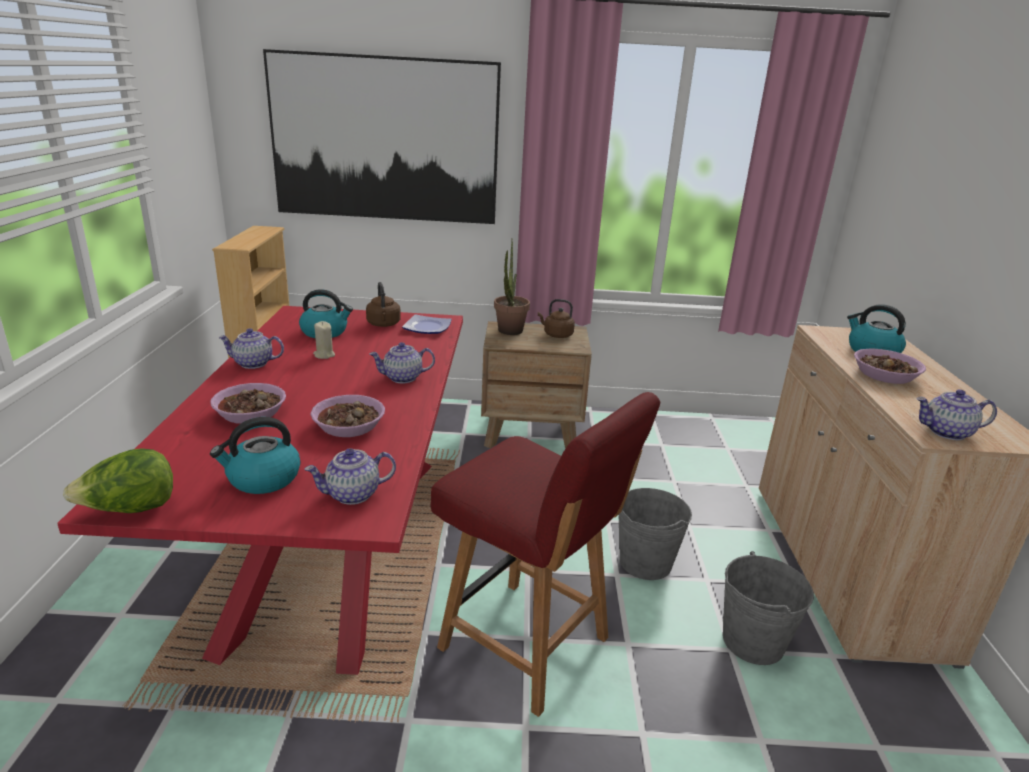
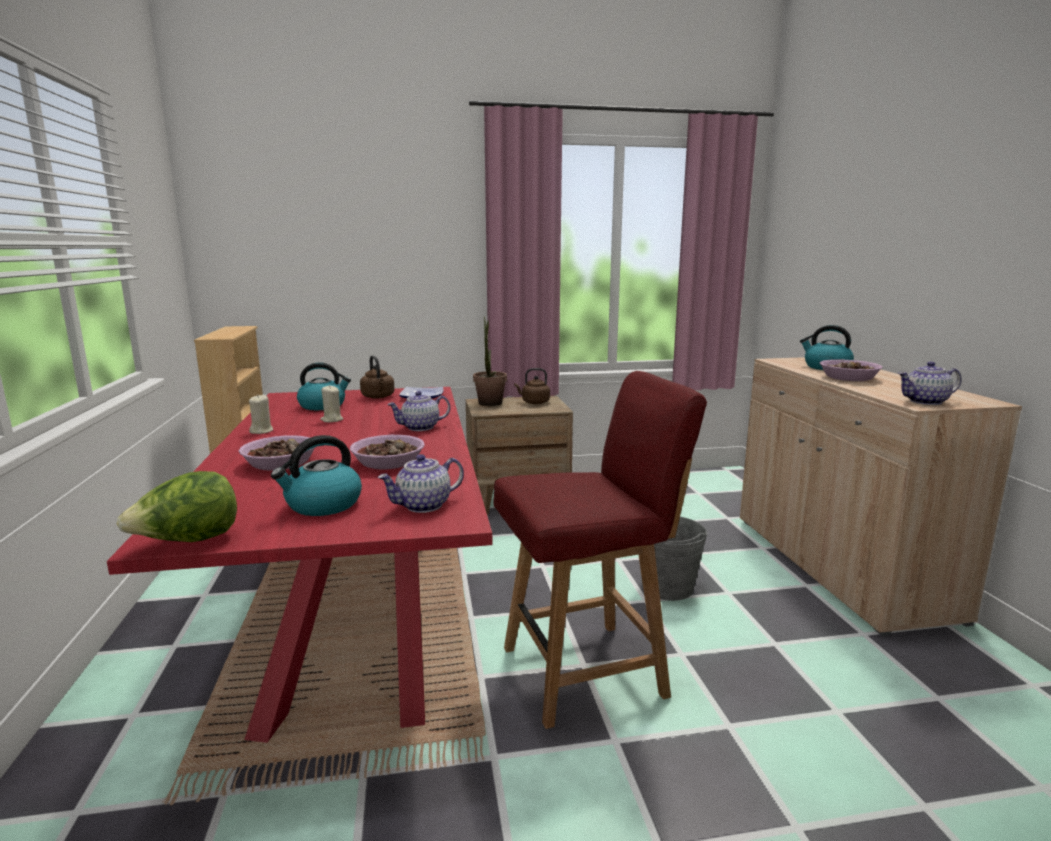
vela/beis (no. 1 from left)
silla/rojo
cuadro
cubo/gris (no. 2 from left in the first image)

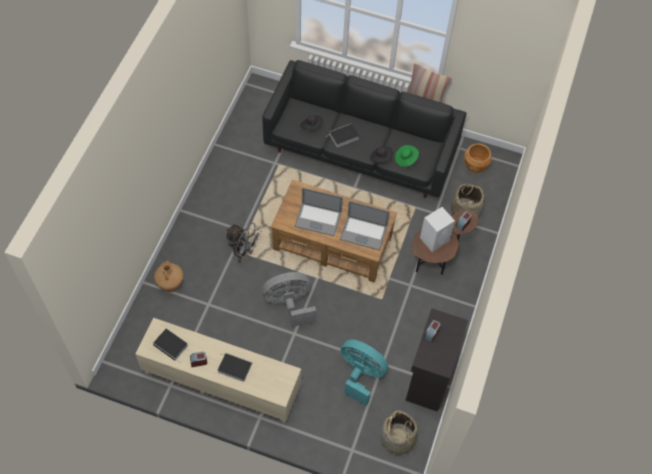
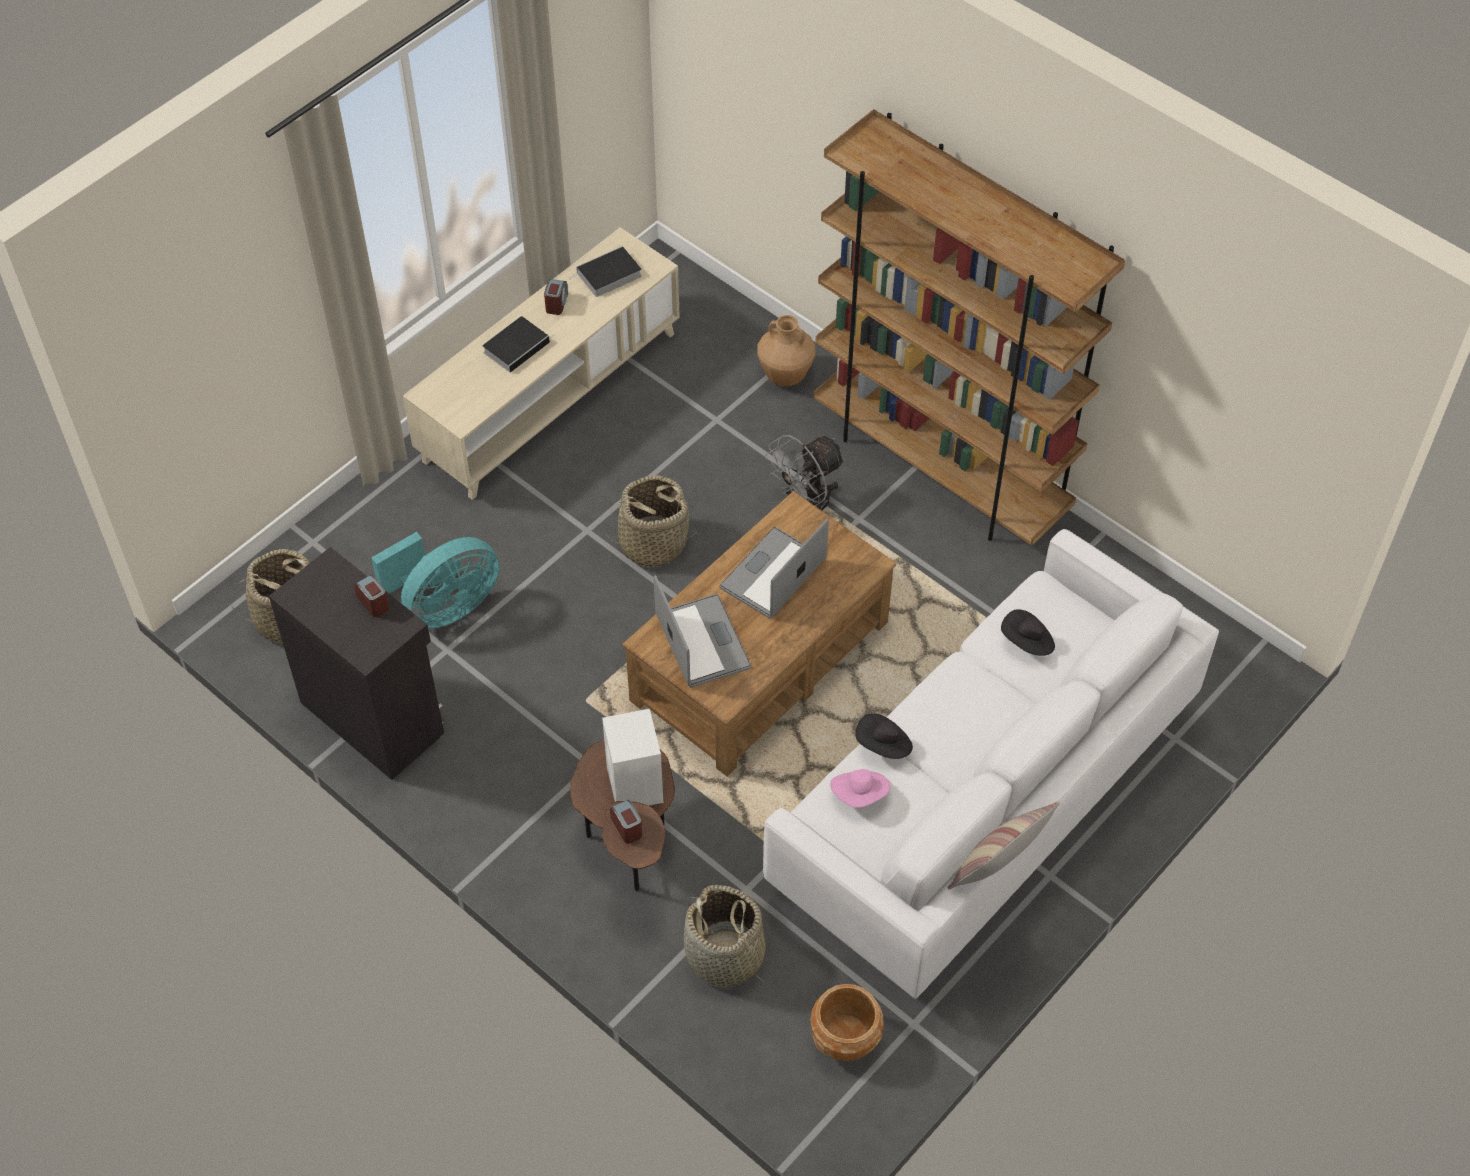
cesta (no. 2 from left)
portátil (no. 1 from left)
sofá/blanco
estantería/marrón
sombrero/rosa
libro (no. 3 from left in the first image)

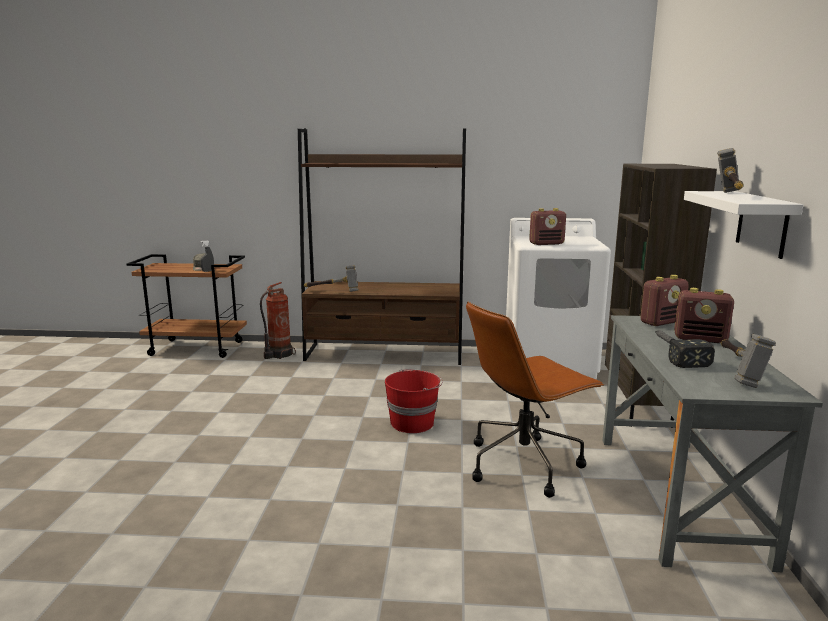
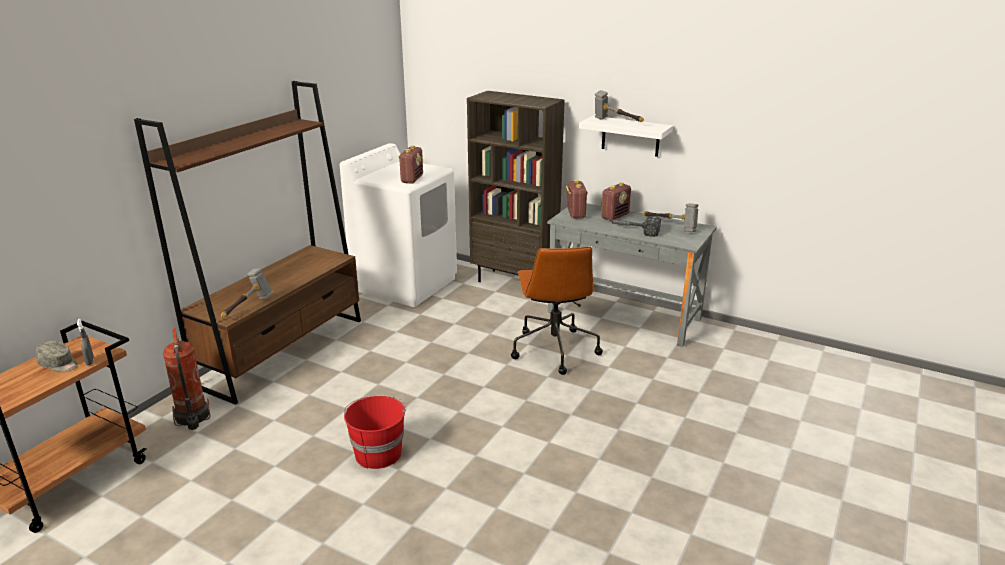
cubo/rojo

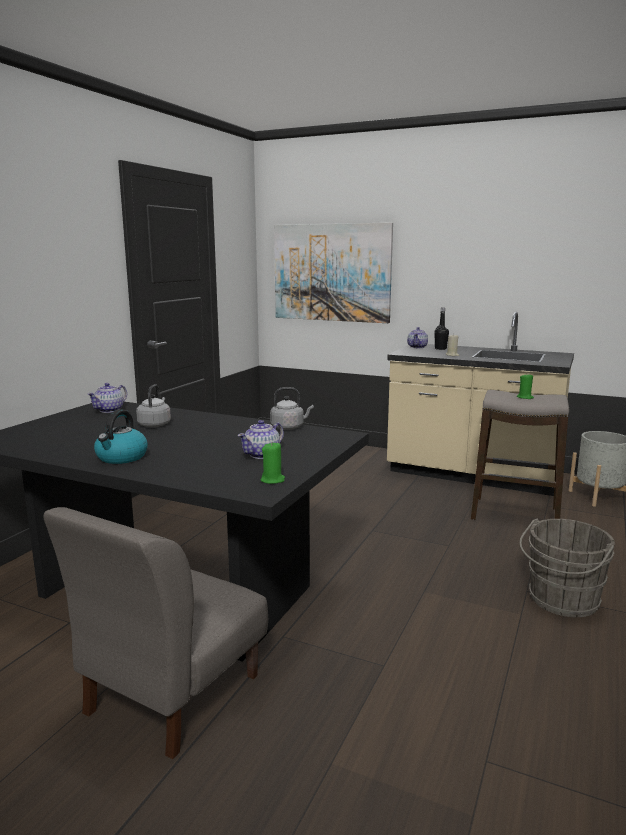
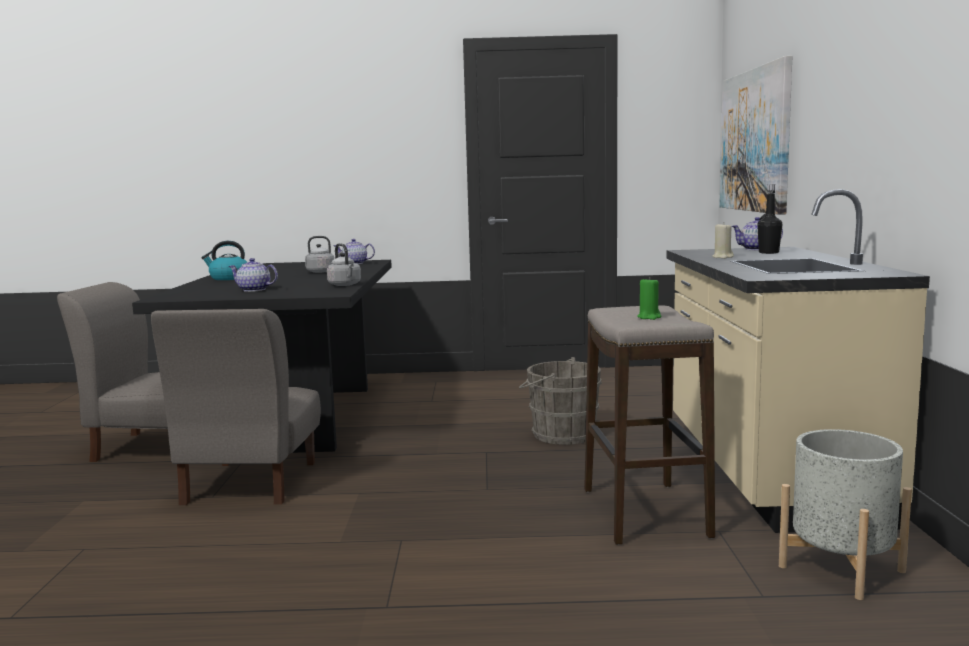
silla/gris (no. 2 from left)
cubo/gris
vela/verde (no. 1 from left in the first image)

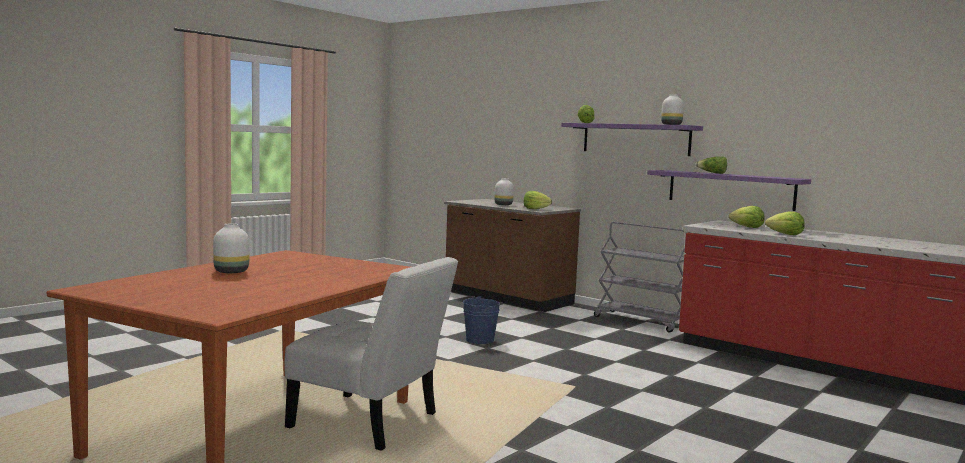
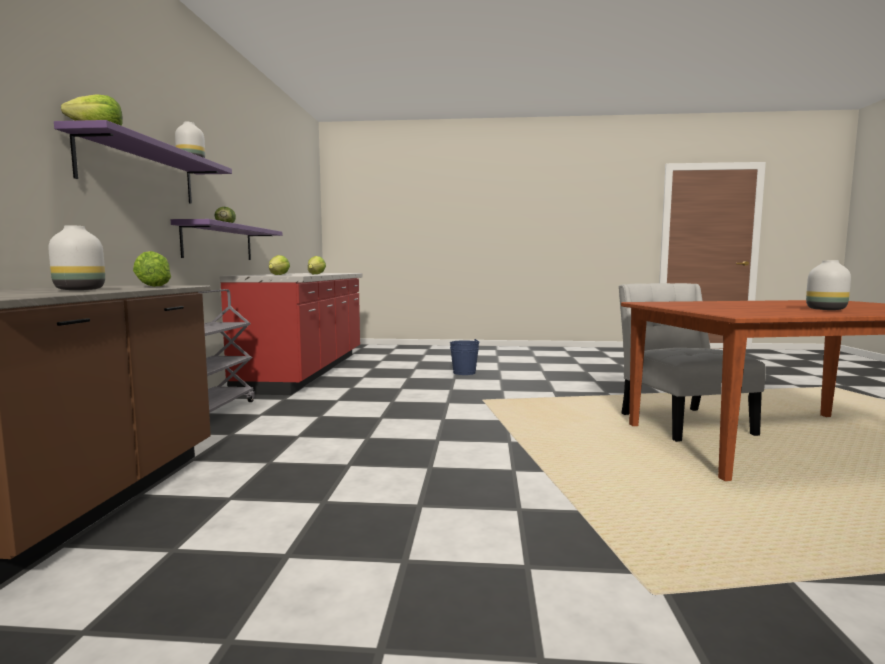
cubo/azul

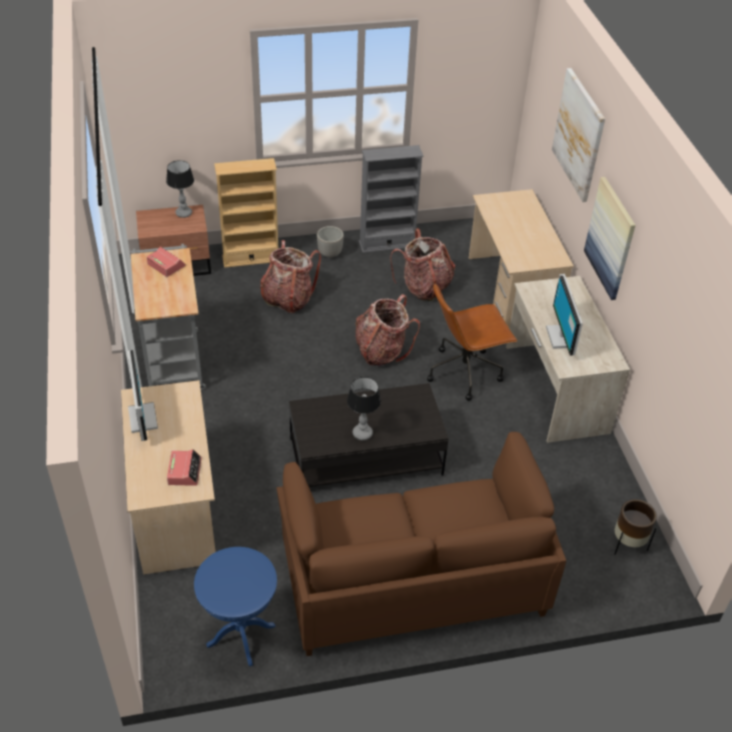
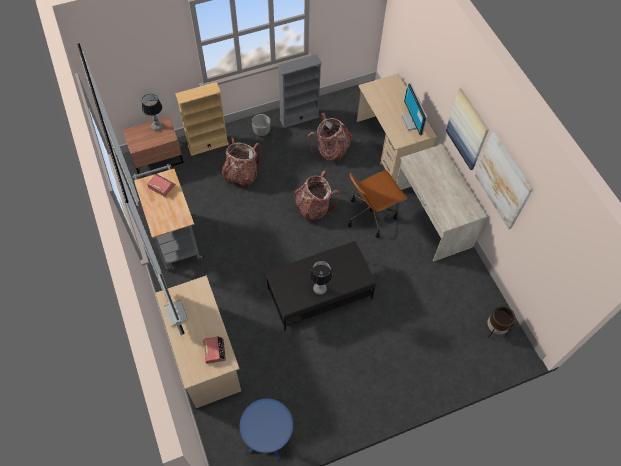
monitor (no. 2 from left)
cuadro (no. 2 from left)
sofá/marrón

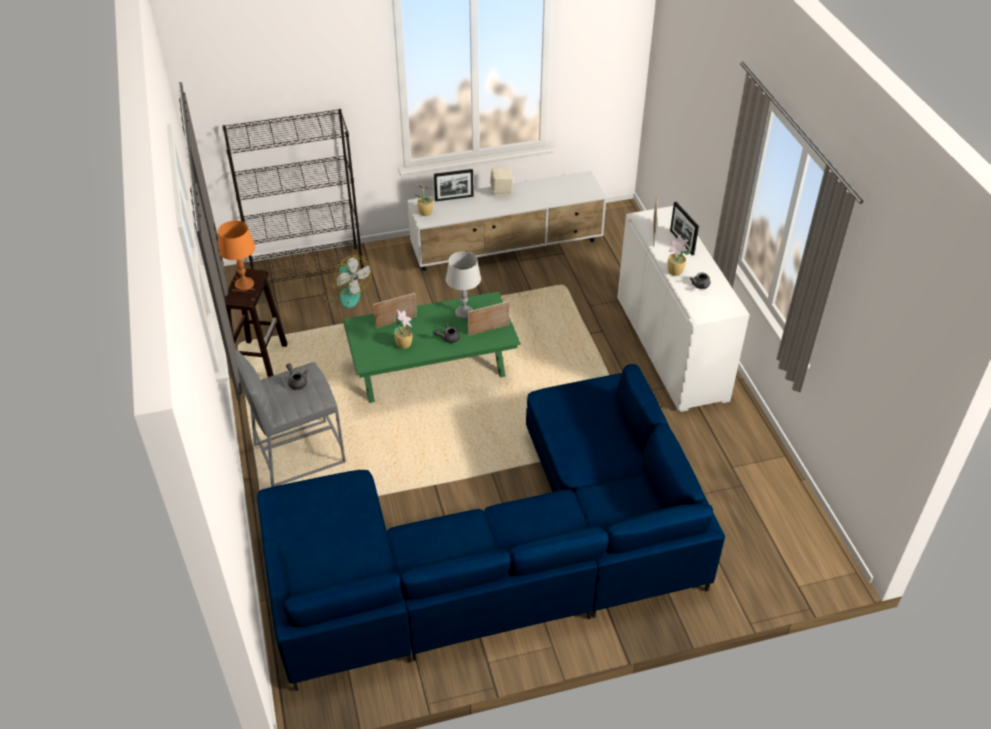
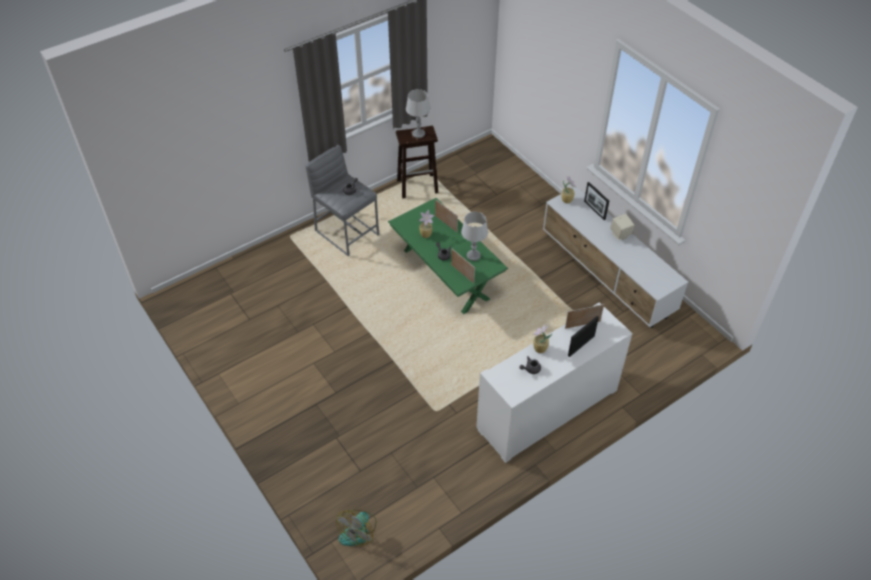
ventilador
lámpara de mesa/gris (no. 1 from left)
estantería/negro
sofá/azul

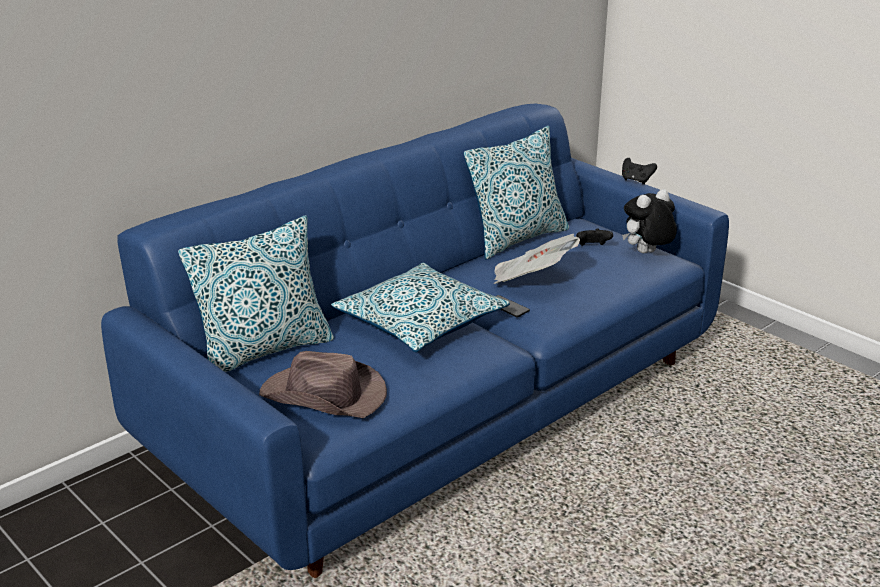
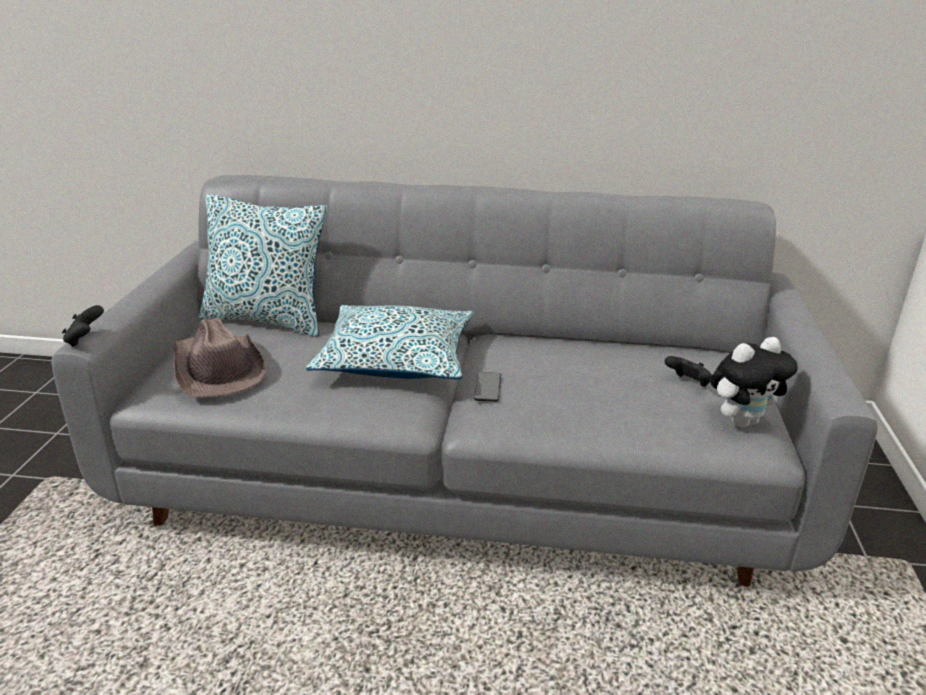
sofá/gris
mando de consola/negro (no. 1 from left)
peluche
cojín (no. 3 from left in the first image)
periódico

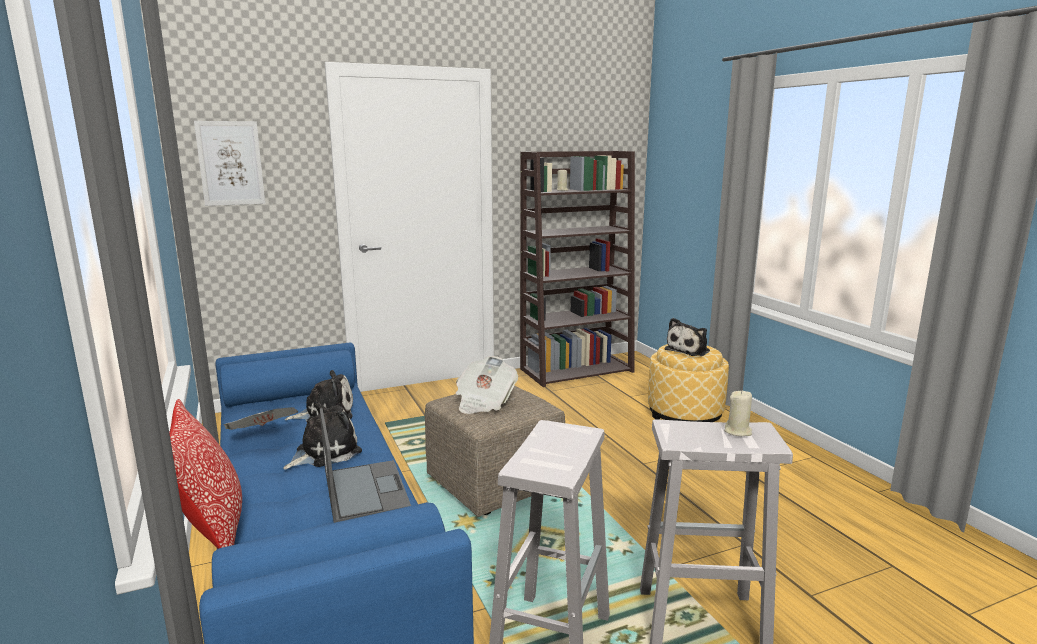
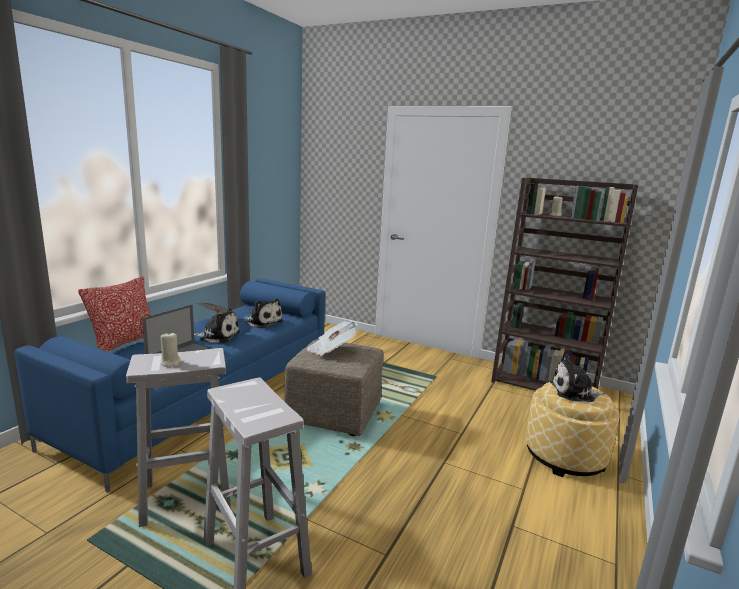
vela/beis (no. 1 from left)
cuadro

